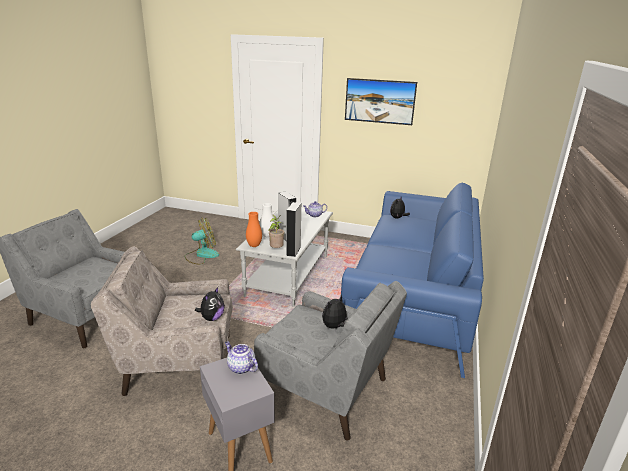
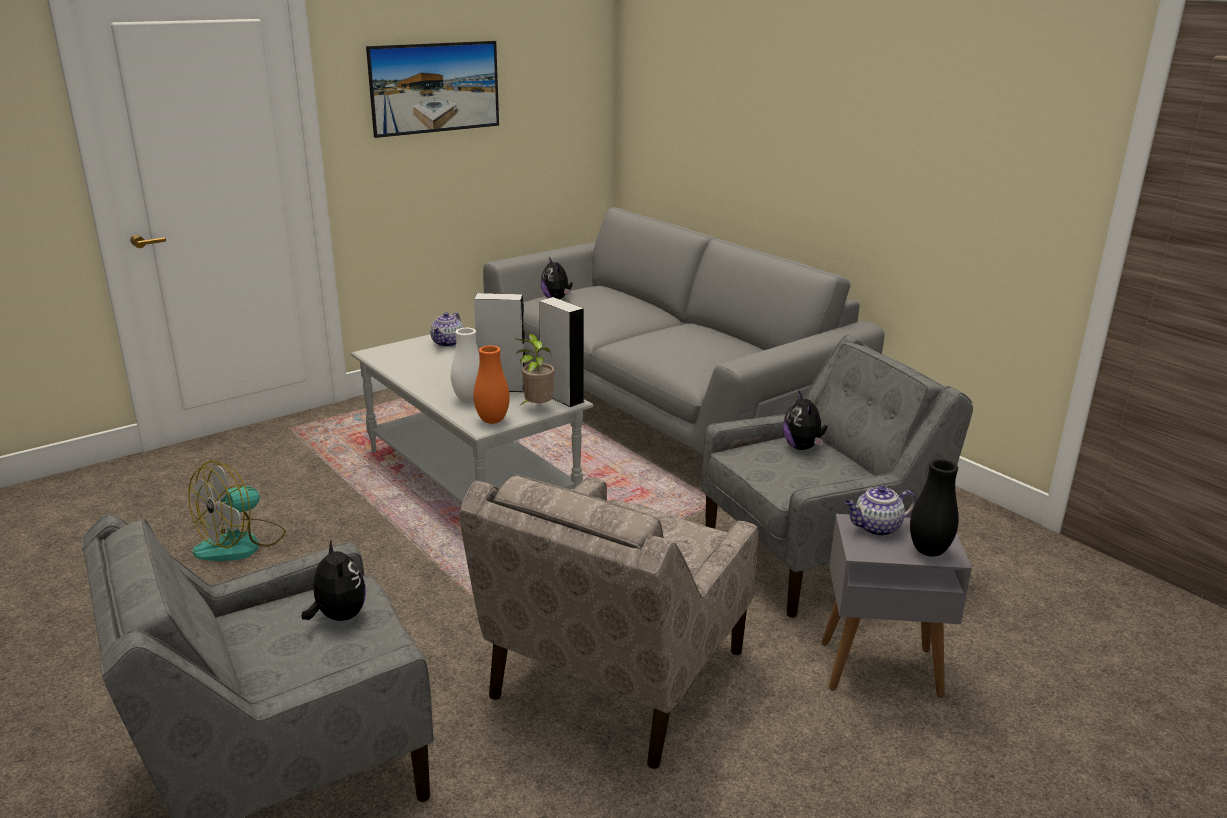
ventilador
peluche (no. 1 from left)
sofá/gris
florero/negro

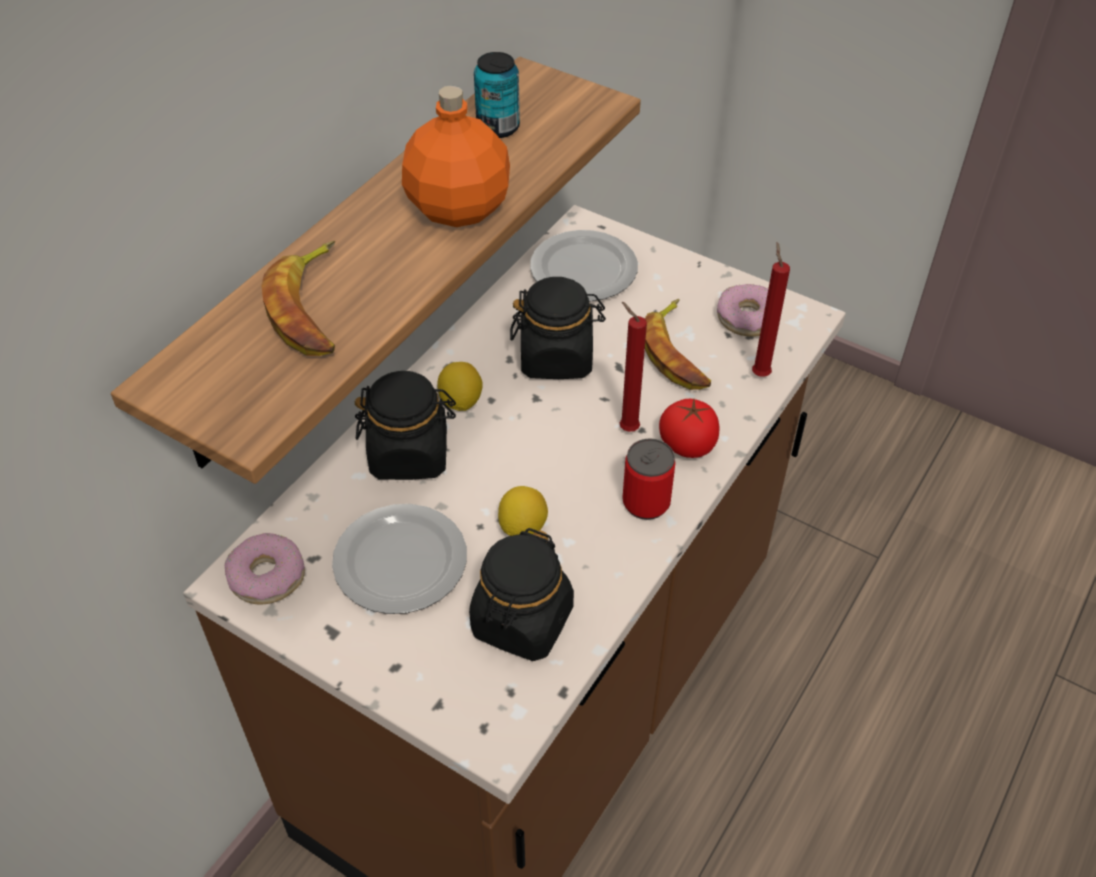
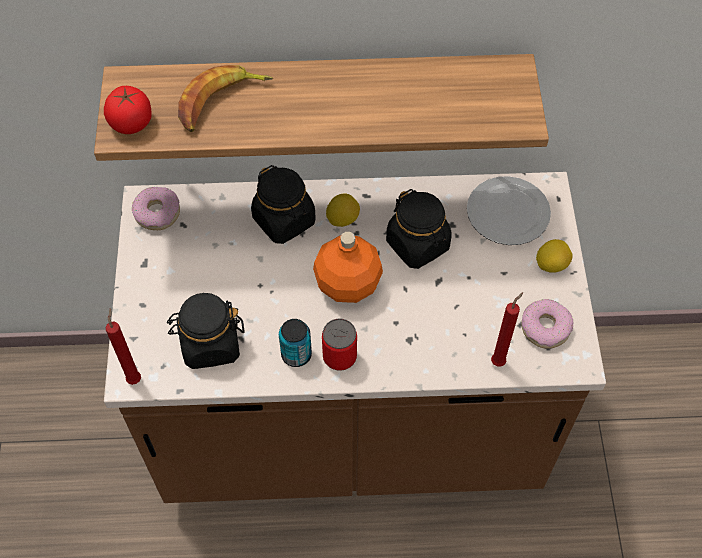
tomate
vela/rojo (no. 1 from left)
lata (no. 1 from left)
botella/naranja
limón (no. 2 from left)
plato (no. 1 from left in the first image)
plátano (no. 2 from left in the first image)

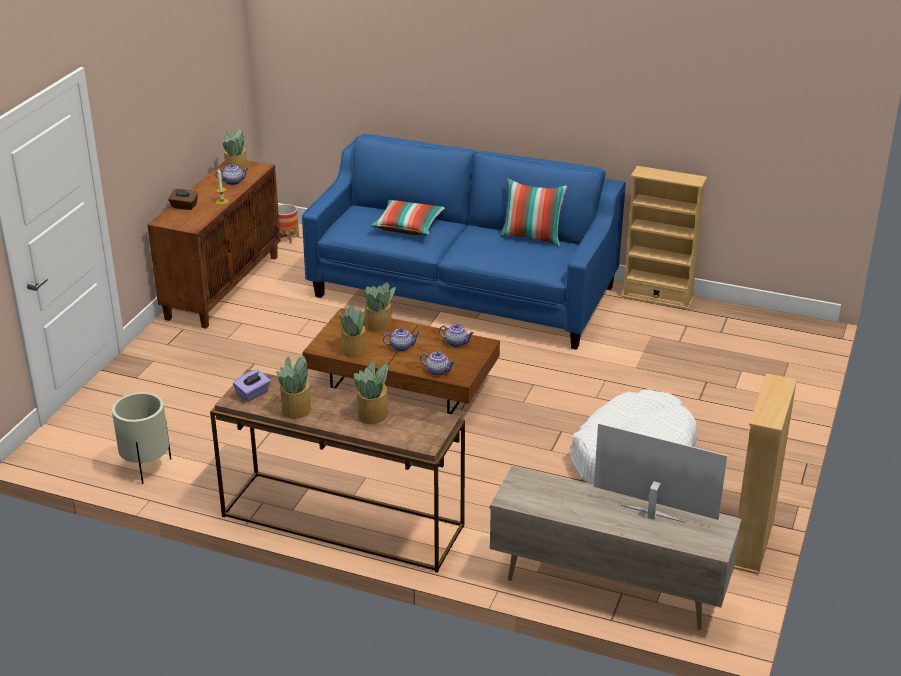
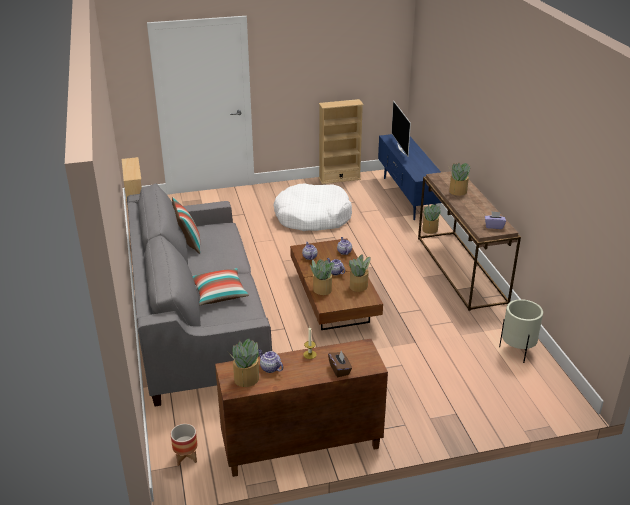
sofá/gris
mueble de televisión/azul
planta en maceta (no. 4 from left)

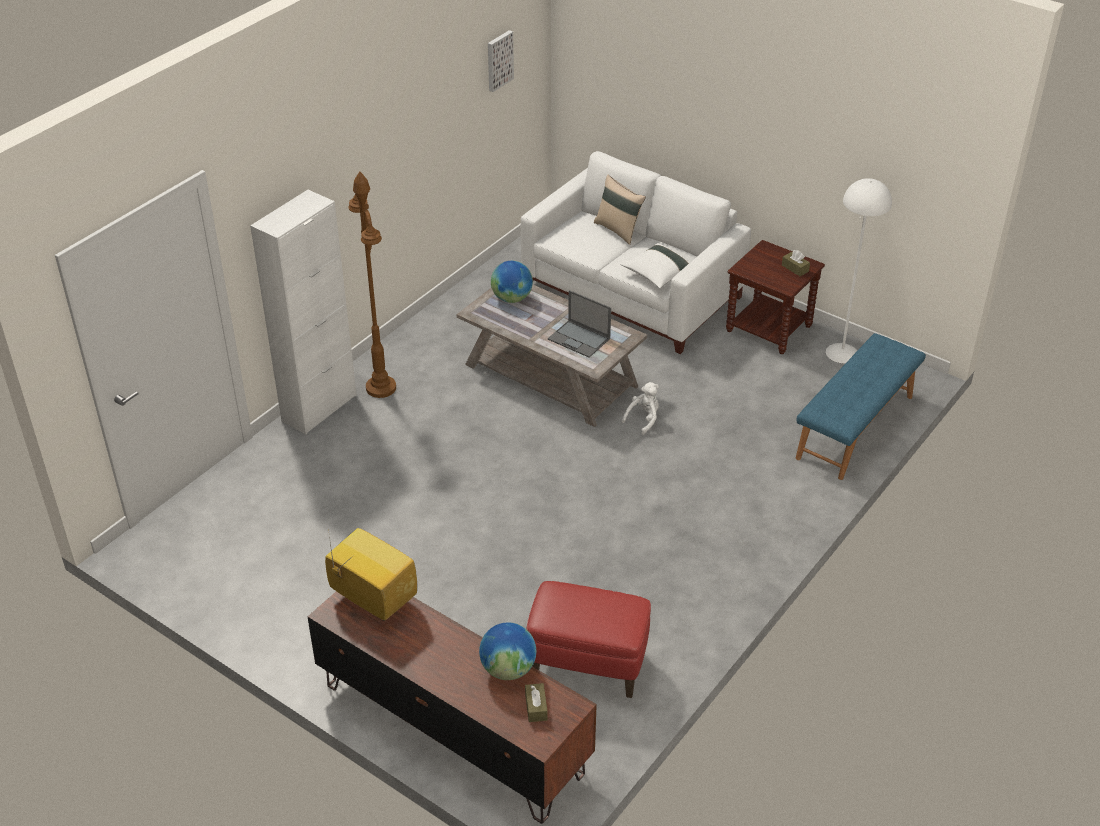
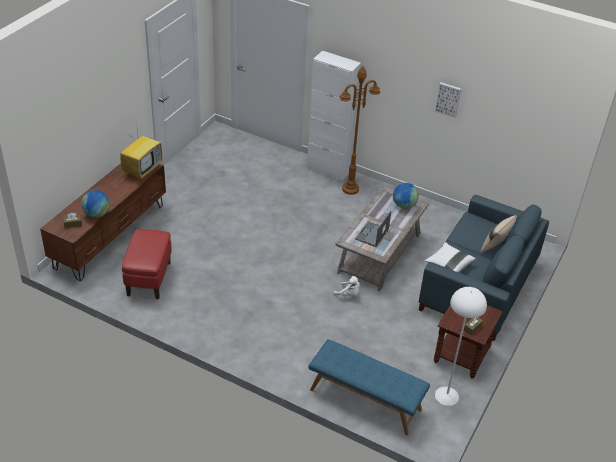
sofá/azul
cuadro

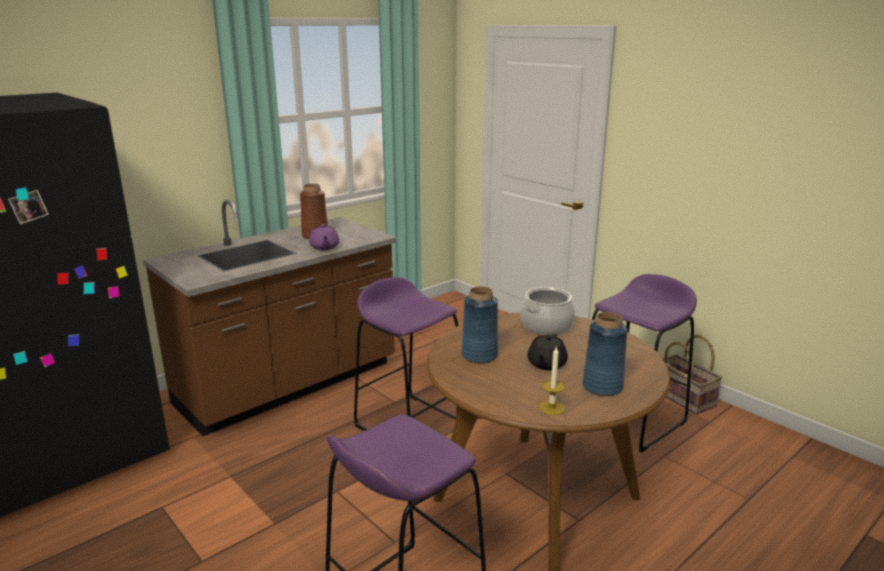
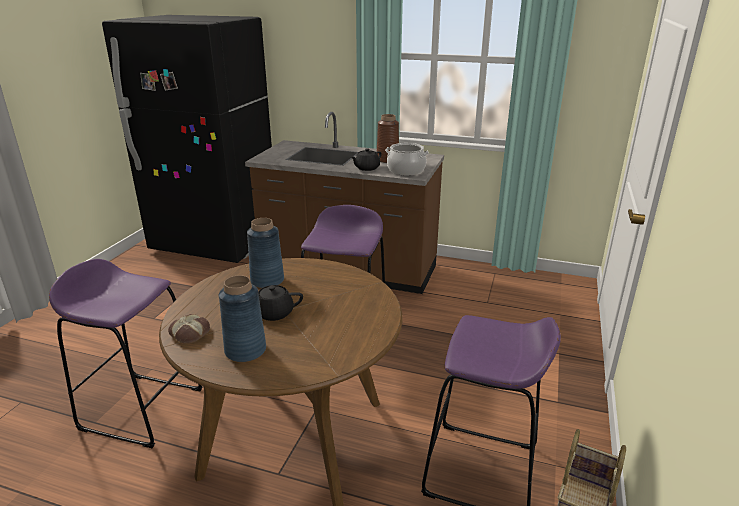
pan
tetera/negro (no. 2 from left)
olla

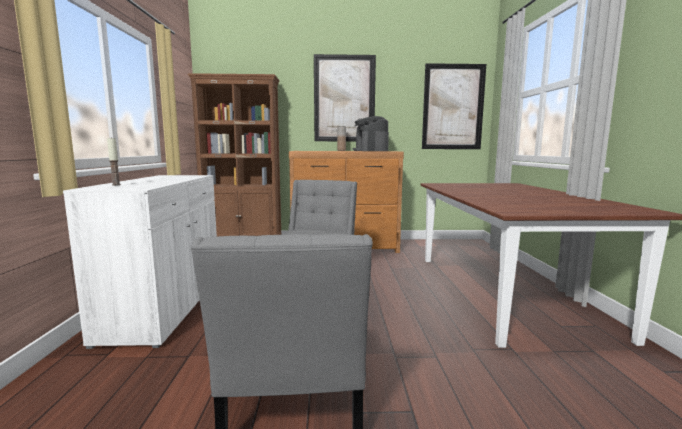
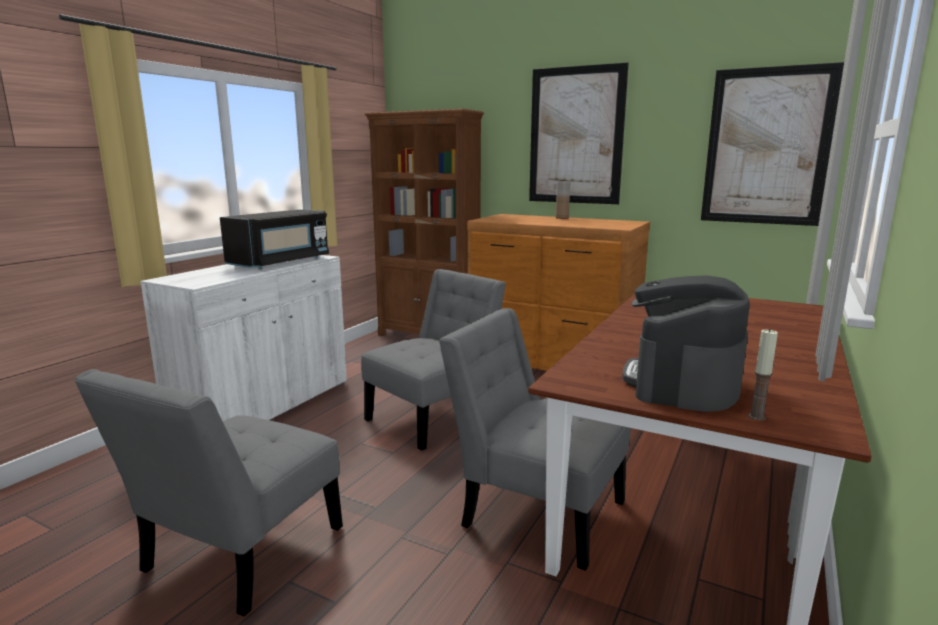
microondas/negro
silla/gris (no. 3 from left)
cafetera
vela

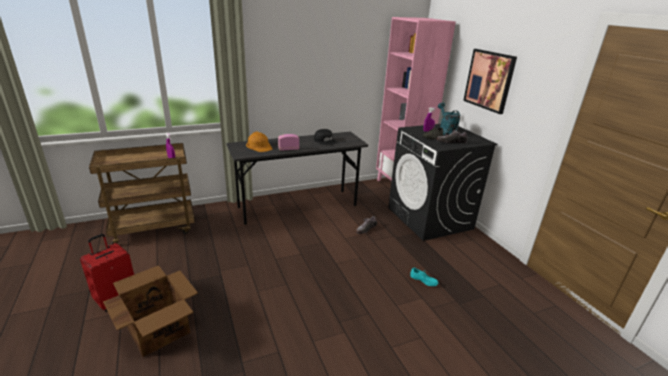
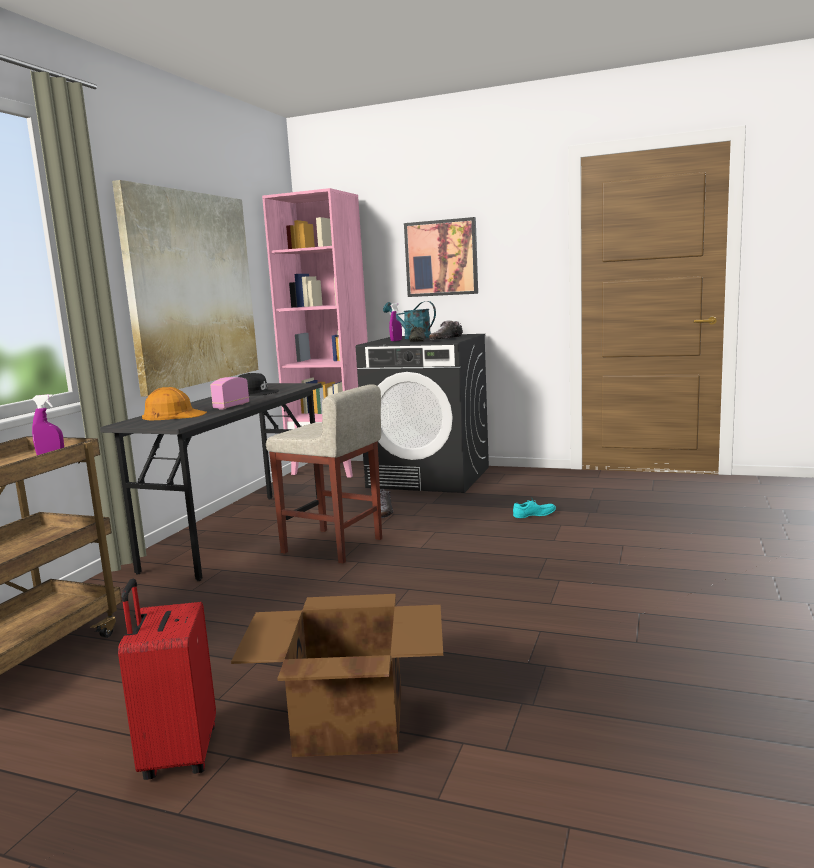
cuadro (no. 1 from left)
taburete/beis

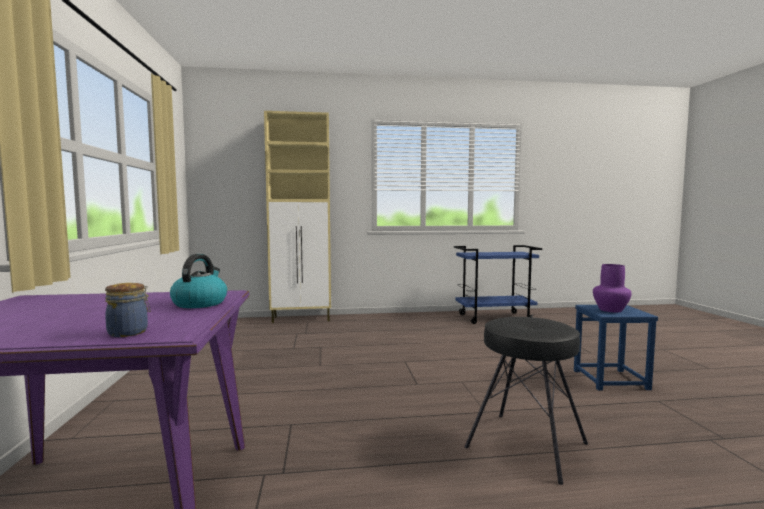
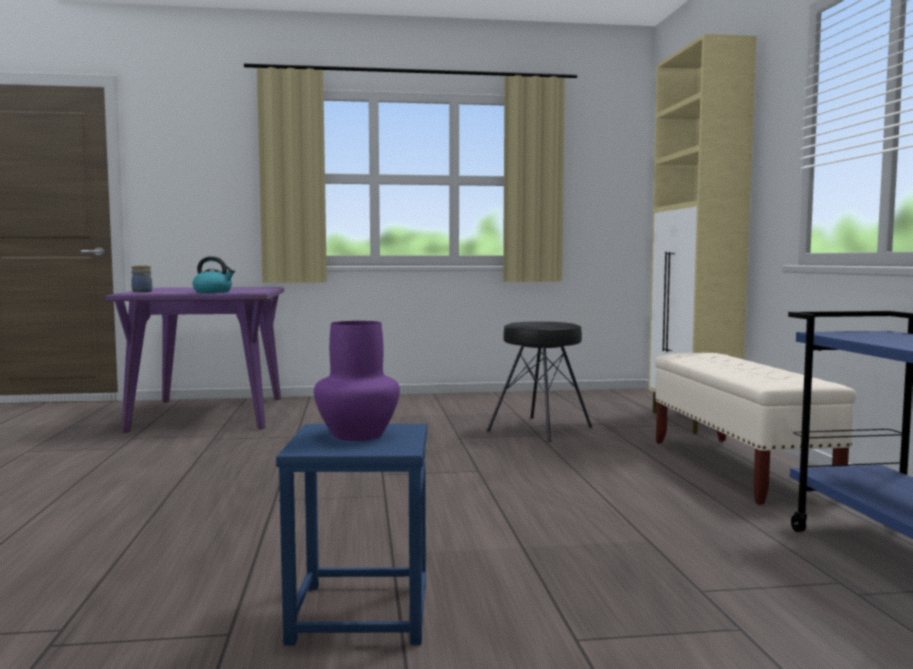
taburete/negro
banco/beis

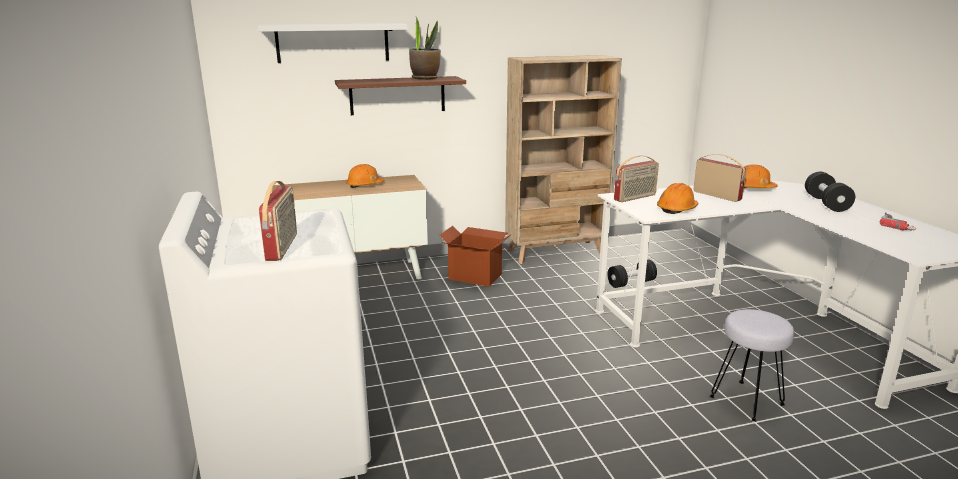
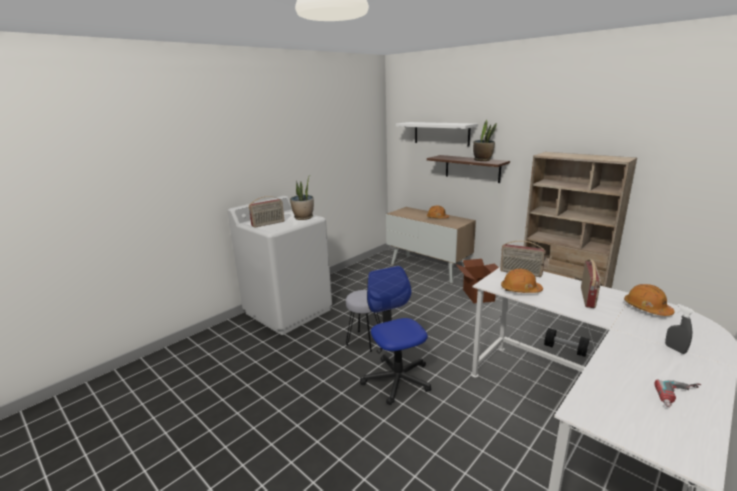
planta en maceta (no. 1 from left)
taburete/gris
silla de oficina
pulverizador/gris

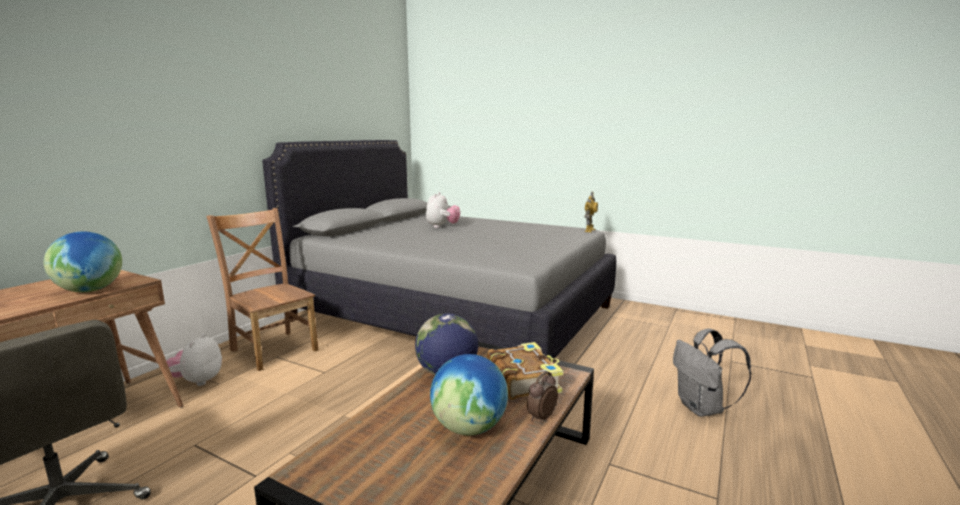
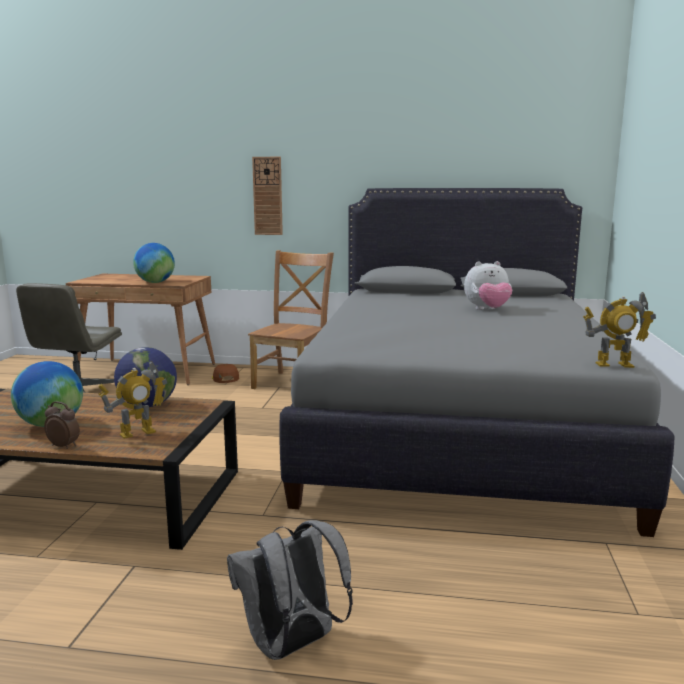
robot de juguete (no. 1 from left)
gorra/marrón
reloj de pared

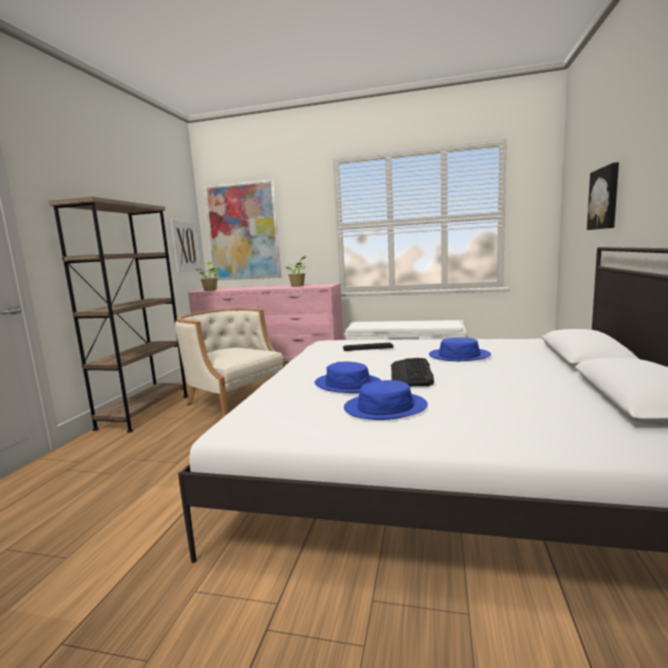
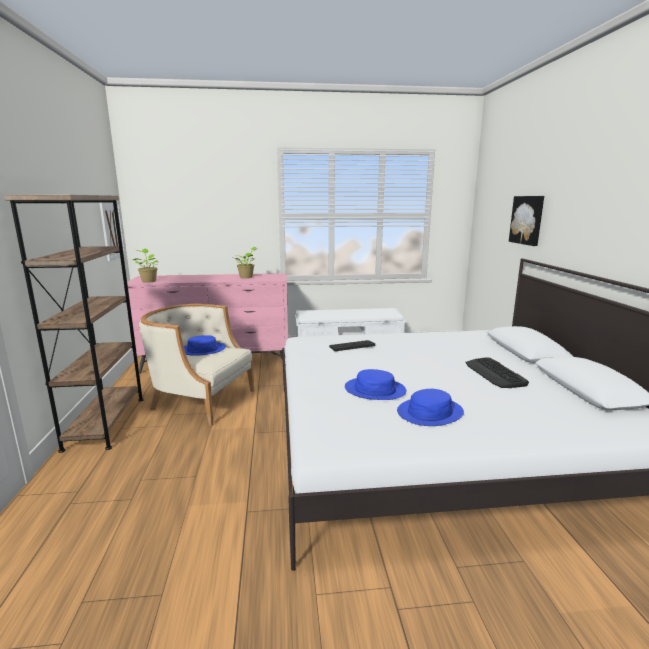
sombrero/azul (no. 1 from left)
teclado (no. 2 from left)
cuadro (no. 2 from left in the first image)

